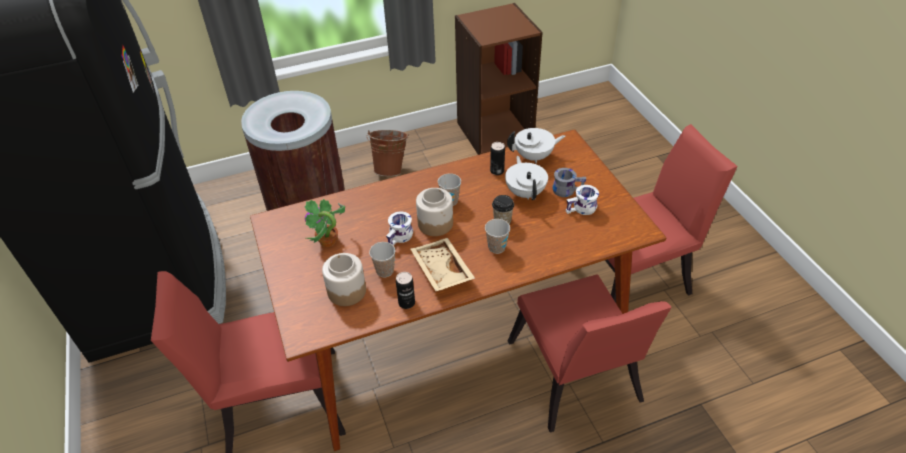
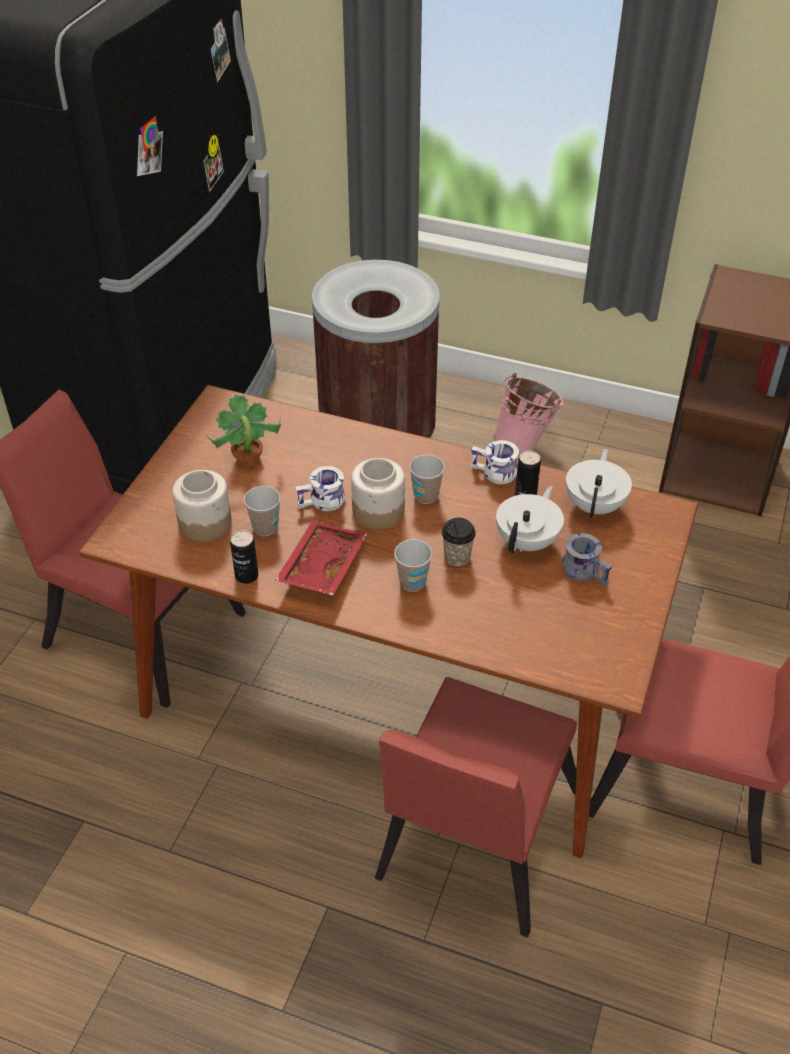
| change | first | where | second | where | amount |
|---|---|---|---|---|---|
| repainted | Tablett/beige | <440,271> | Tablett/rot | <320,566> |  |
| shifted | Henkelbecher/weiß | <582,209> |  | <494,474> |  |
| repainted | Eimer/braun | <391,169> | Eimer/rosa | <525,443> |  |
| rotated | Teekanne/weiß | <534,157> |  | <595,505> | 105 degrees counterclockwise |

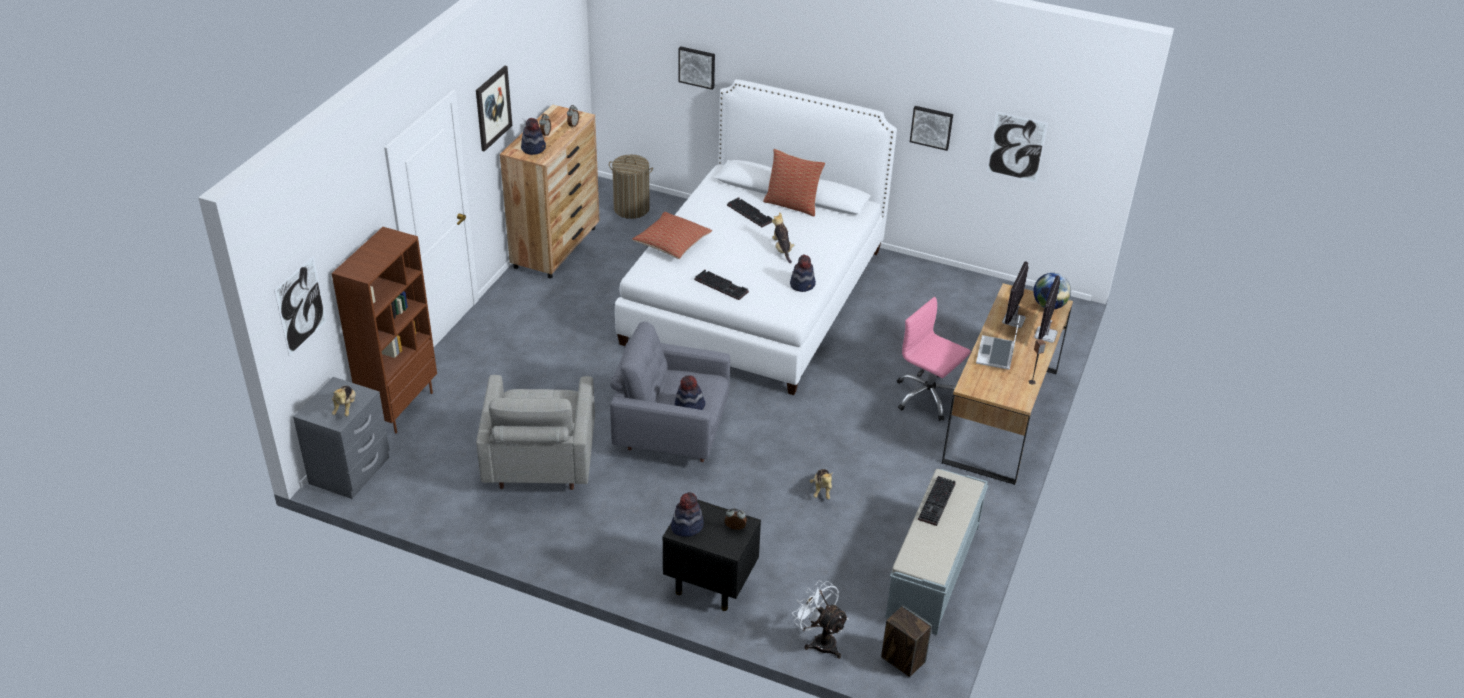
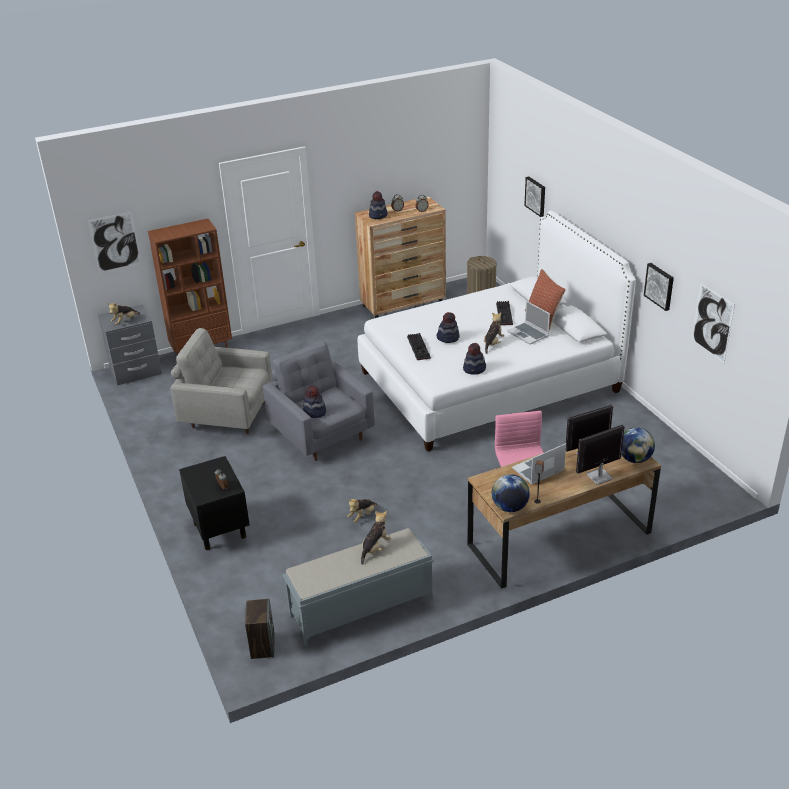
| change | first | where | second | where | amount |
|---|---|---|---|---|---|
| rotated | Sessel/grau | <539,463> |  | <227,414> | 60 degrees clockwise |
| swapped | Tastatur | <937,503> | Plüschtier | <375,548> |  |
| shifted | Hut | <687,526> |  | <448,338> |  |
| new |  |  | Globus | <509,507> |  |
| new |  |  | Laptop | <528,334> |  |
| gone | Bild | <493,108> |  |  |  |
| gone | Kissen | <672,243> |  |  |  |
| gone | Ventilator/weiß | <820,641> |  |  |  |

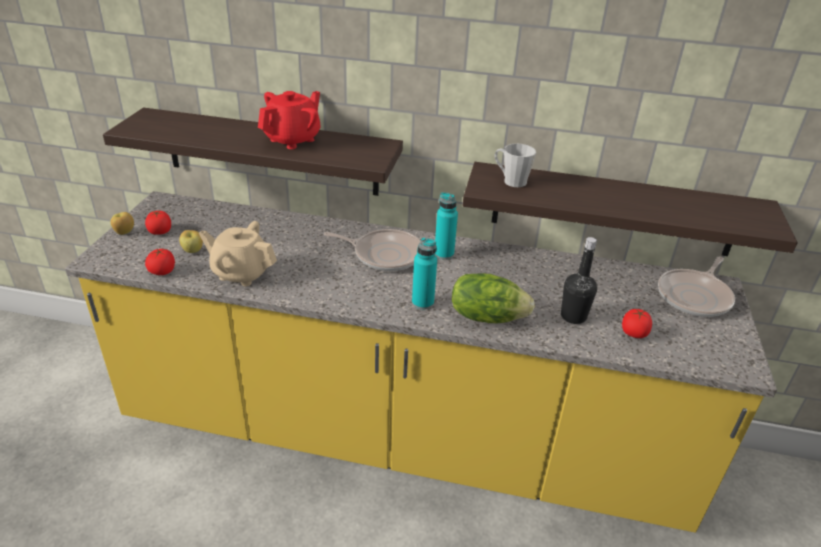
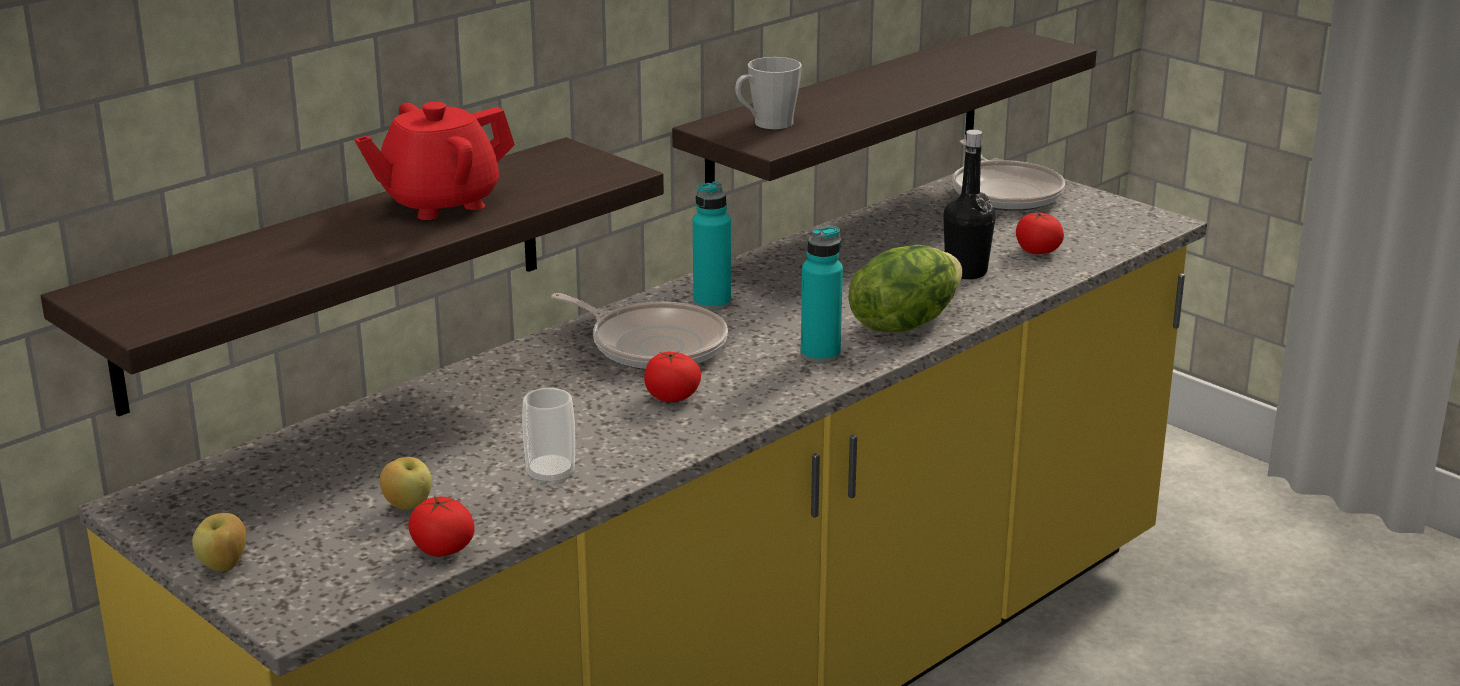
| change | first | where | second | where | amount |
|---|---|---|---|---|---|
| rotated | Teekanne/rot | <293,139> |  | <439,203> | 105 degrees counterclockwise |
| swapped | Teekanne/beige | <241,273> | Tasse | <550,475> |  |
| rotated | Pfanne | <384,254> |  | <653,345> | 75 degrees clockwise |
| shifted | Tomate | <160,232> |  | <672,397> |  |

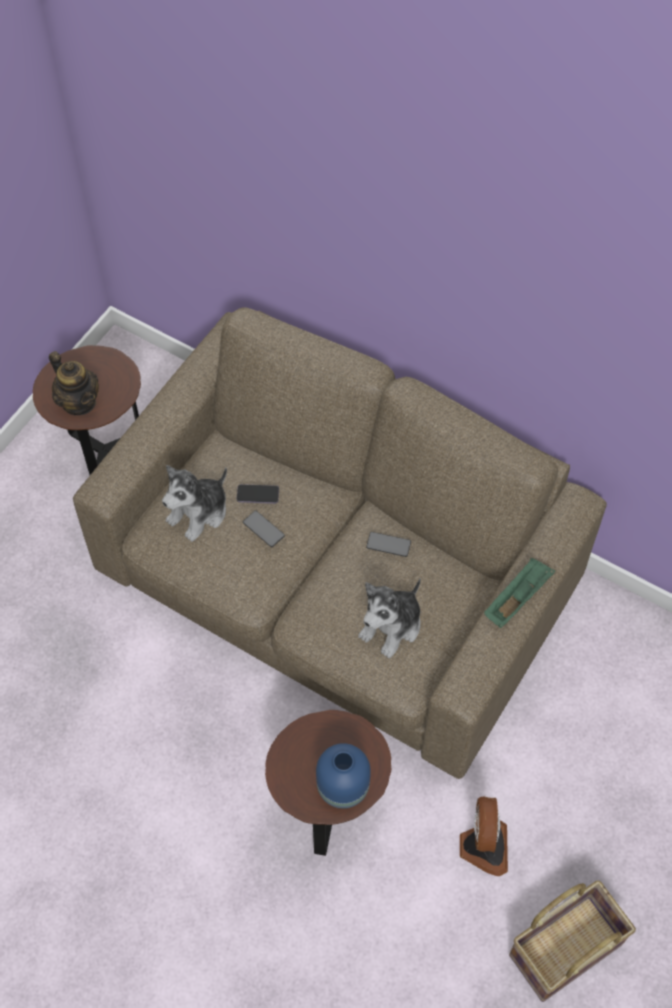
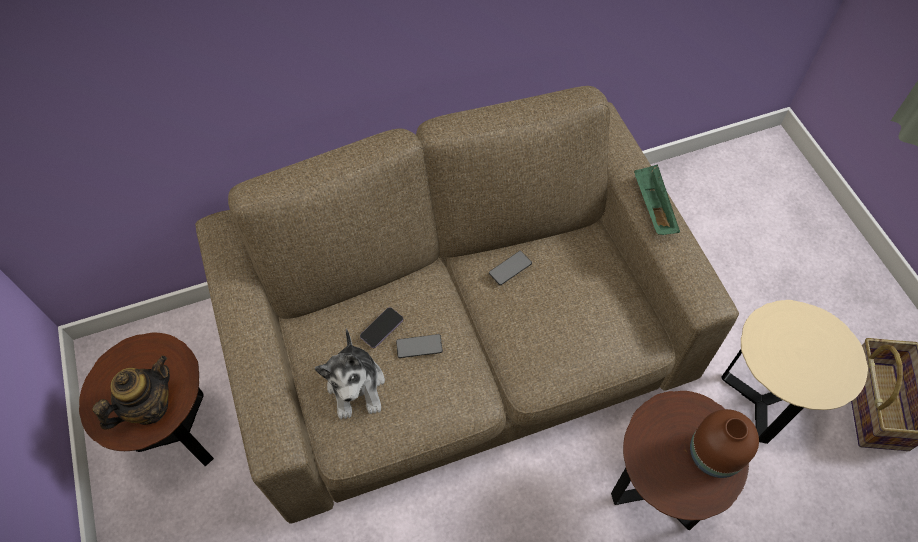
| change | first | where | second | where | amount |
|---|---|---|---|---|---|
| rotated | Teekanne | <79,402> |  | <149,407> | 45 degrees counterclockwise |
| repainted | Vase/blau | <342,785> | Vase/braun | <712,454> |  |
| swapped | Ventilator | <483,847> | Beistelltisch/beige | <760,402> |  |
| gone | Plüschtier | <392,626> |  |  |  |

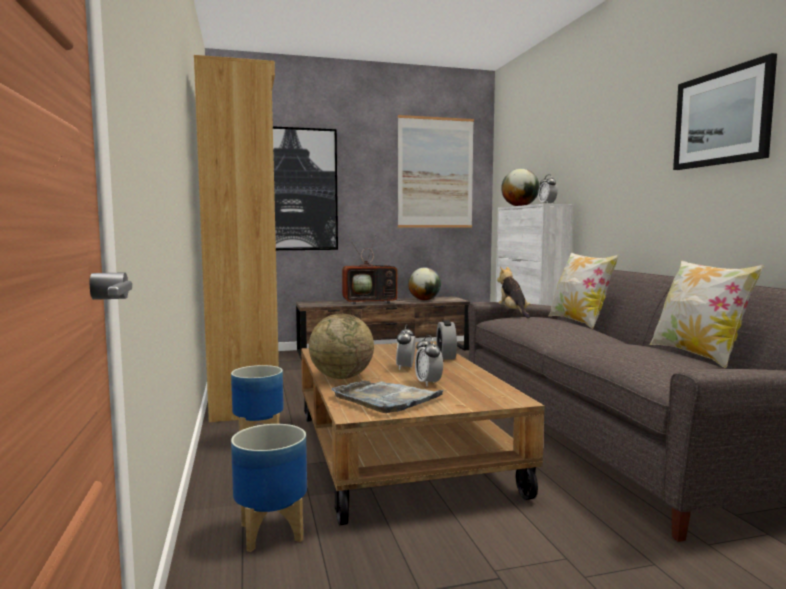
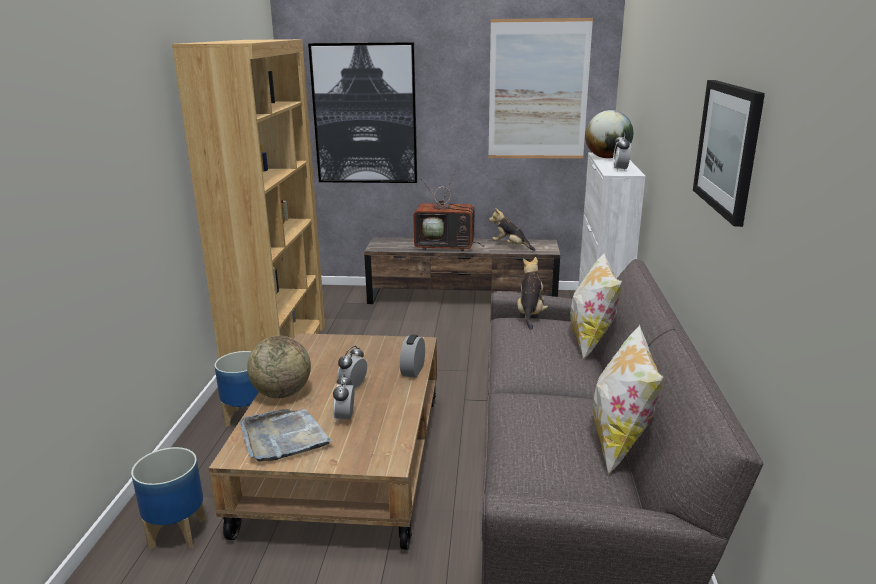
| change | first | where | second | where | amount |
|---|---|---|---|---|---|
| swapped | Globus | <424,300> | Plüschtier | <511,246> |  |

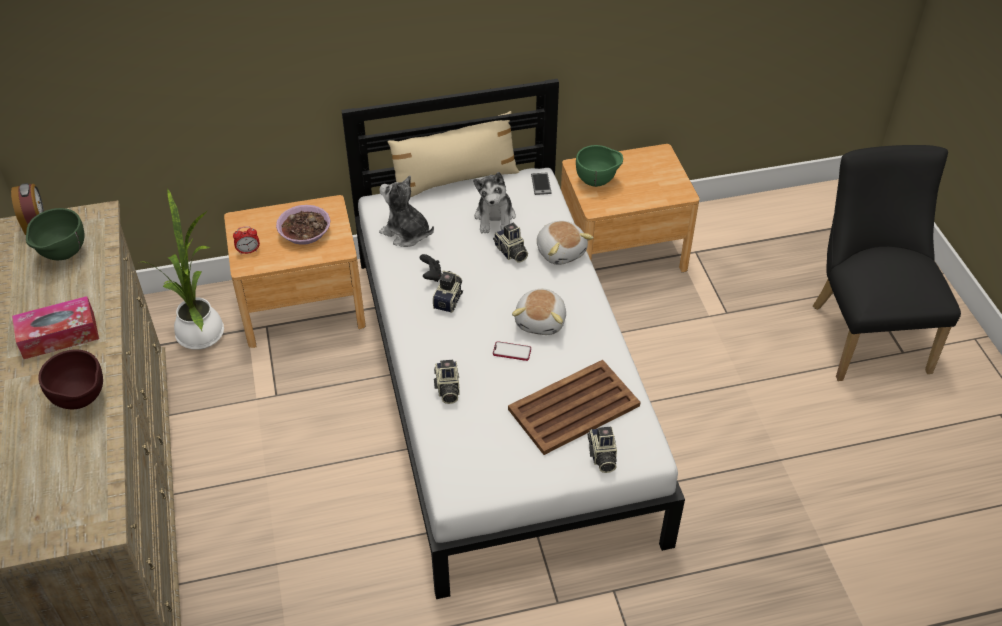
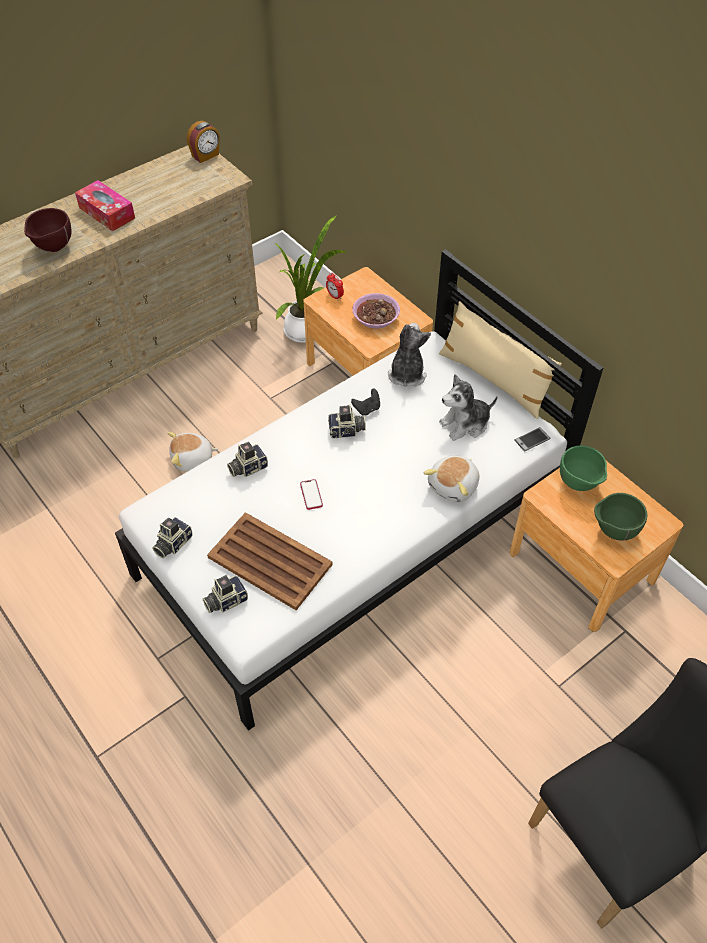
| change | first | where | second | where | amount |
|---|---|---|---|---|---|
| shifted | Kamera | <511,252> |  | <172,543> |  |
| shifted | Plüschtier | <541,321> |  | <192,459> |  |
| shifted | Schüssel/grün | <62,256> |  | <613,531> |  |

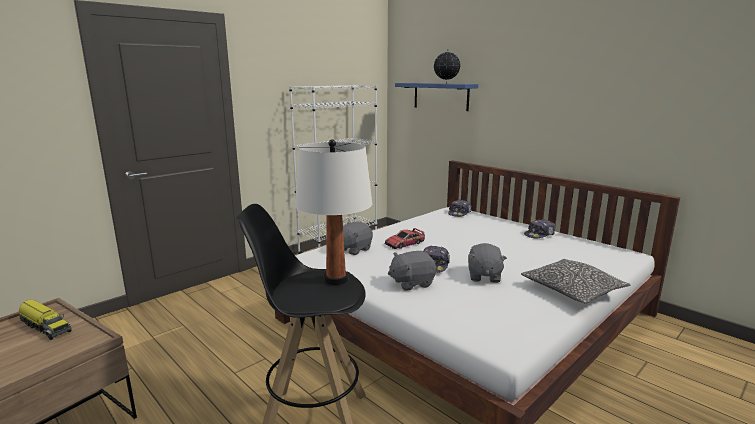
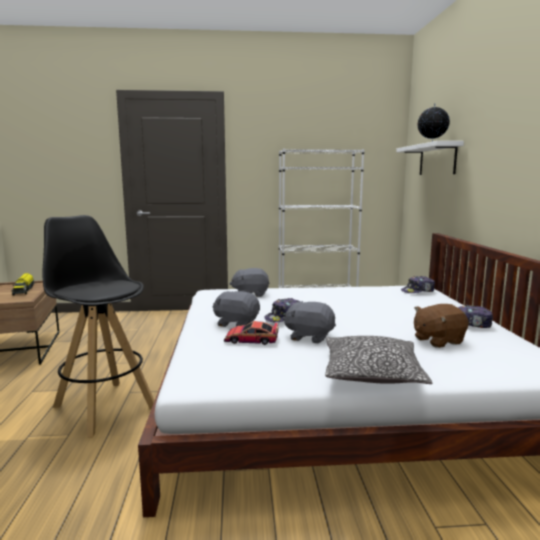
| change | first | where | second | where | amount |
|---|---|---|---|---|---|
| shifted | Spielzeugauto | <404,243> |  | <251,340> |  |
| rotated | Plüschtier/grau | <484,276> |  | <309,337> | 60 degrees clockwise |
| repainted | Wandregal/blau | <440,96> | Wandregal/weiß | <437,159> |  |
| new |  |  | Plüschtier/braun | <437,340> |  |
| gone | Tischlampe/weiß | <336,279> |  |  |  |

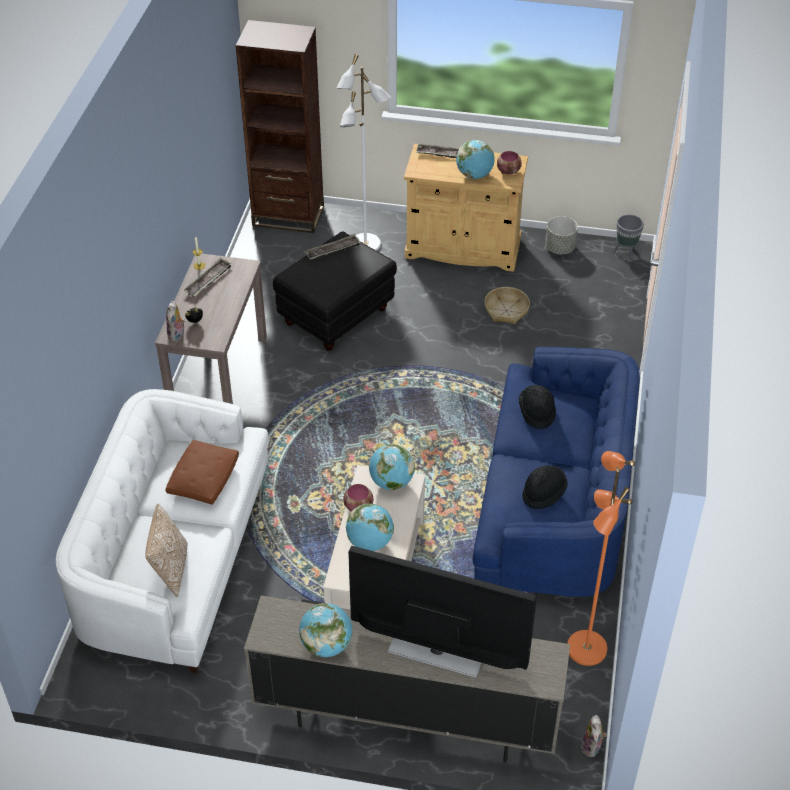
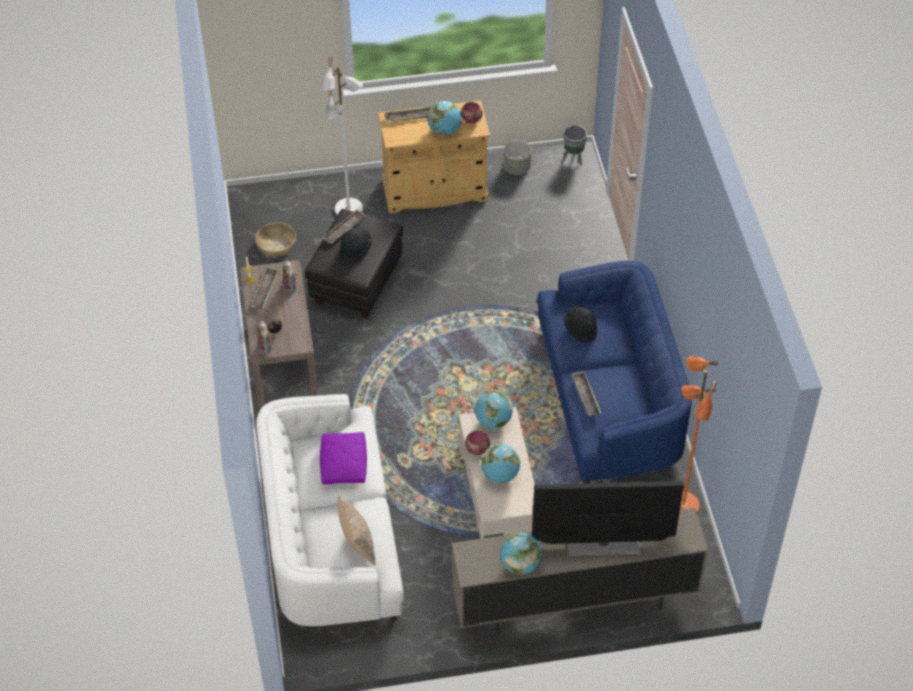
| change | first | where | second | where | amount |
|---|---|---|---|---|---|
| shifted | Korb | <506,311> |  | <276,244> |  |
| shifted | Plüschtier | <592,747> |  | <291,287> |  |
| repainted | Kissen/braun | <204,478> | Kissen/lila | <343,463> |  |
| shifted | Hut/schwarz | <543,493> |  | <355,250> |  |
| new |  |  | Tablett | <586,396> |  |
| gone | Bücherregal/braun | <288,216> |  |  |  |

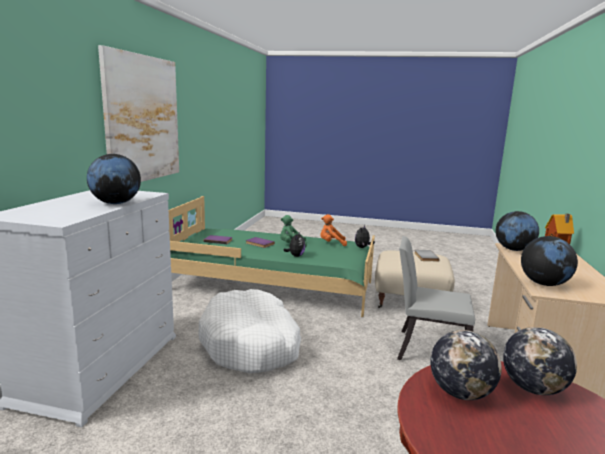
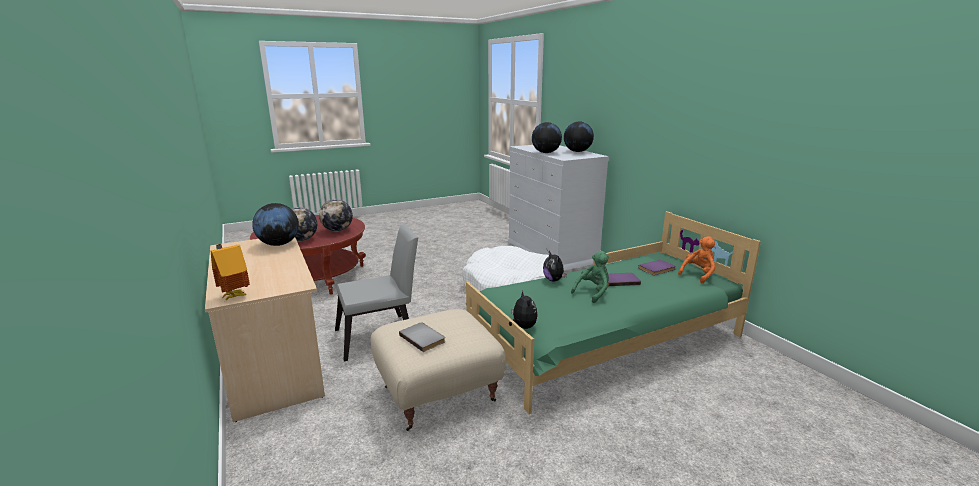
| change | first | where | second | where | amount |
|---|---|---|---|---|---|
| shifted | Globus | <513,249> |  | <577,151> |  |
| shifted | Plüschtier/orange | <331,244> |  | <698,274> |  |
| gone | Bild | <143,119> |  |  |  |

